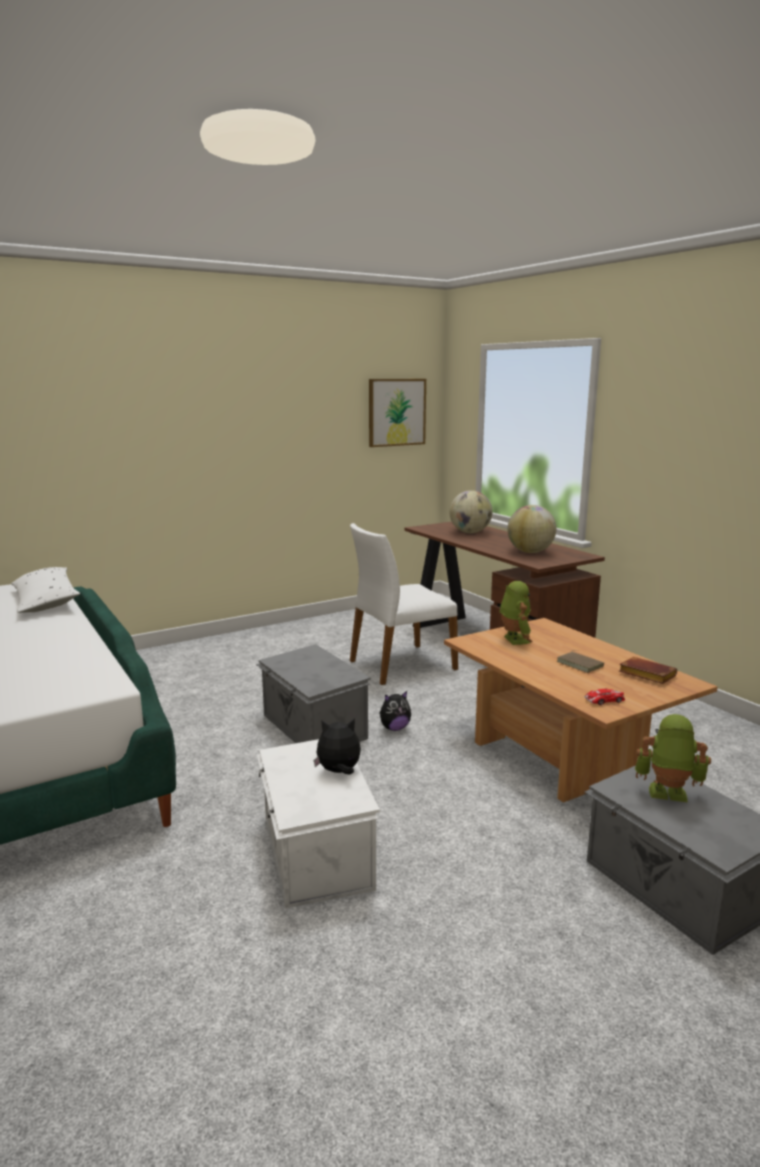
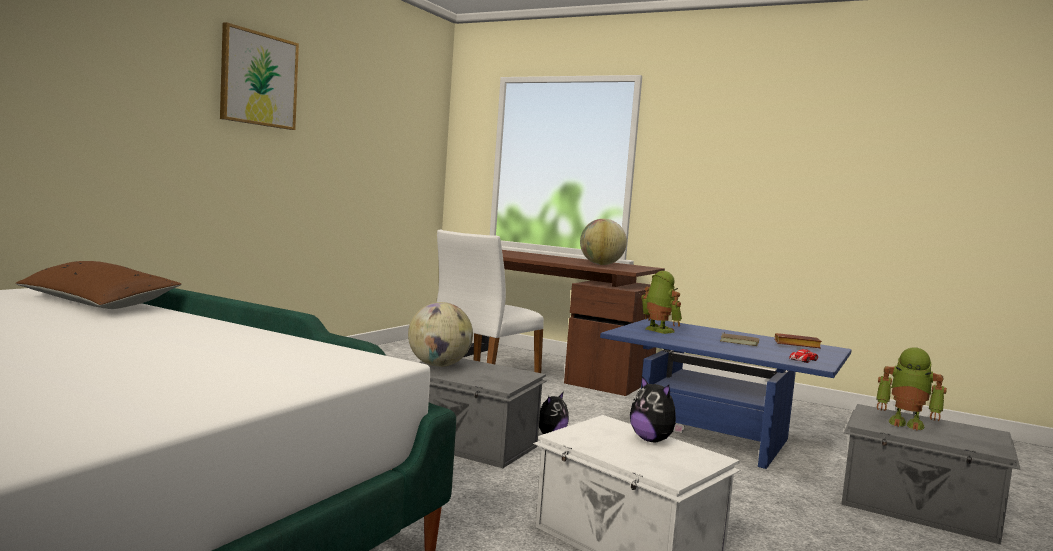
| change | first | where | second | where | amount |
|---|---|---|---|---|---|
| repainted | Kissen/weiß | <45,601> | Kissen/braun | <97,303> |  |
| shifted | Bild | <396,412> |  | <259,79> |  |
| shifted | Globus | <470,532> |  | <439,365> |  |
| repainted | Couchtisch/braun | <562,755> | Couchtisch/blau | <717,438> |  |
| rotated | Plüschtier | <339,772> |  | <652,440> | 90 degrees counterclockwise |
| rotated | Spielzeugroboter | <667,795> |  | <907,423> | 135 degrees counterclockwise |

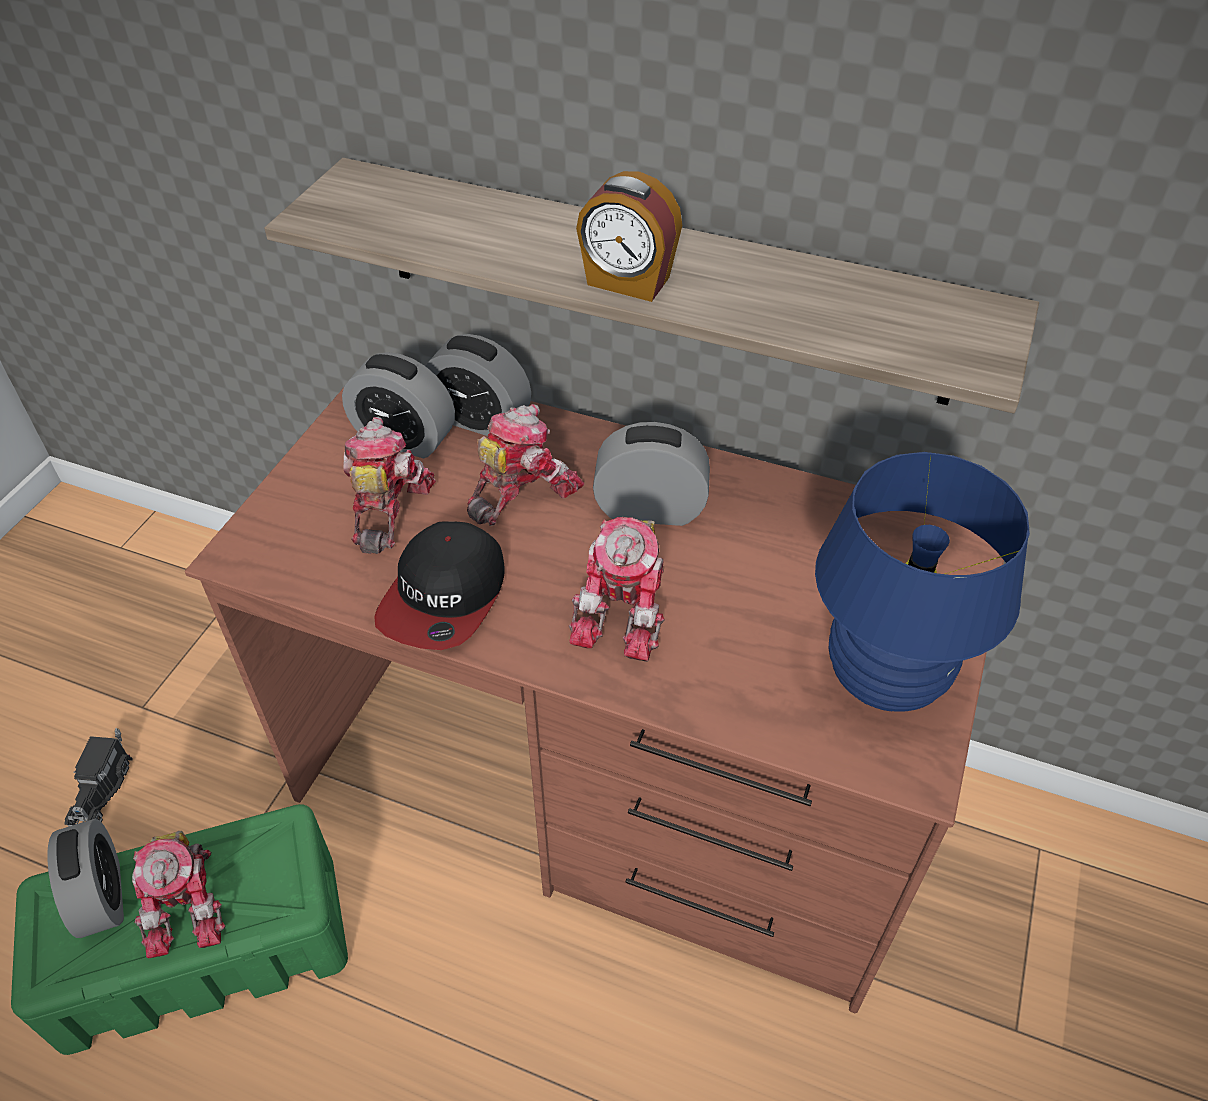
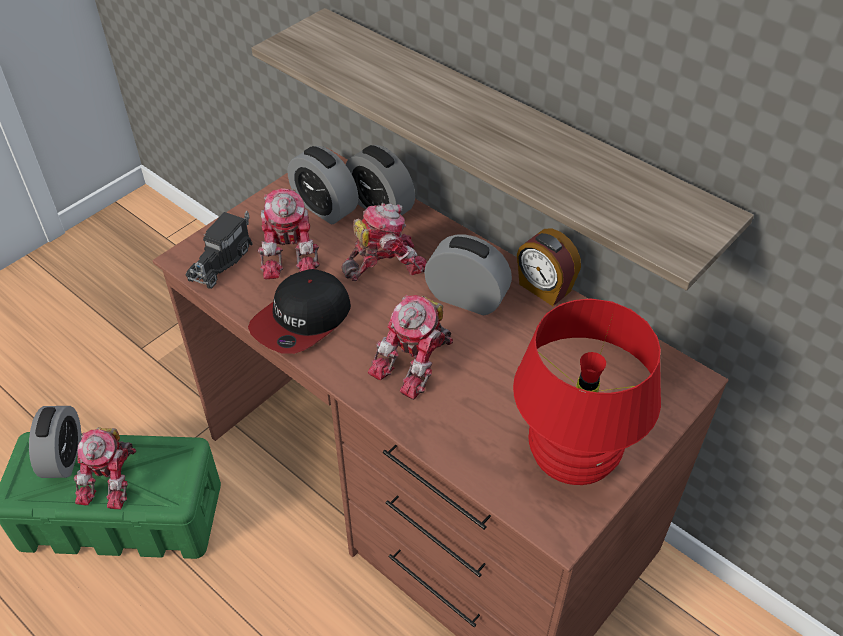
| change | first | where | second | where | amount |
|---|---|---|---|---|---|
| shifted | Spielzeuglaster | <102,788> |  | <222,260> |  |
| rotated | Spielzeugroboter | <386,508> |  | <291,252> | 150 degrees clockwise |
| repainted | Tischlampe/blau | <883,678> | Tischlampe/rot | <571,459> |  |
| shifted | Wecker | <627,282> |  | <544,288> |  |

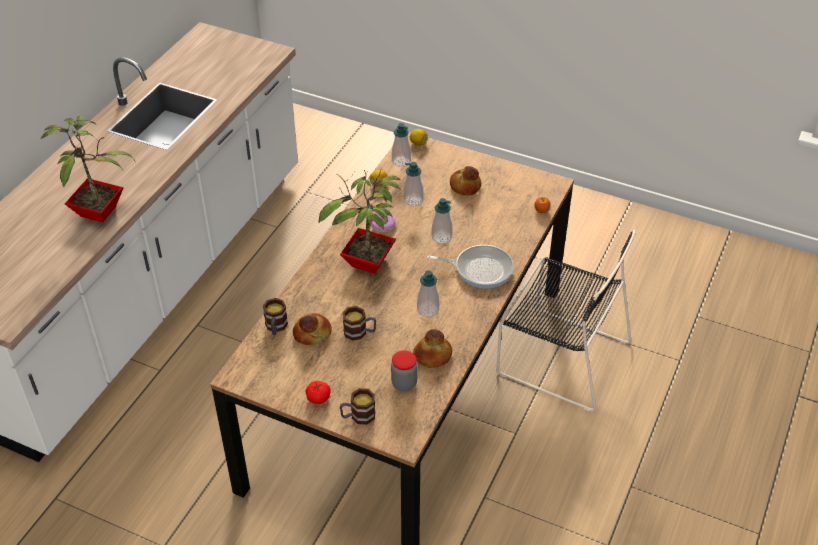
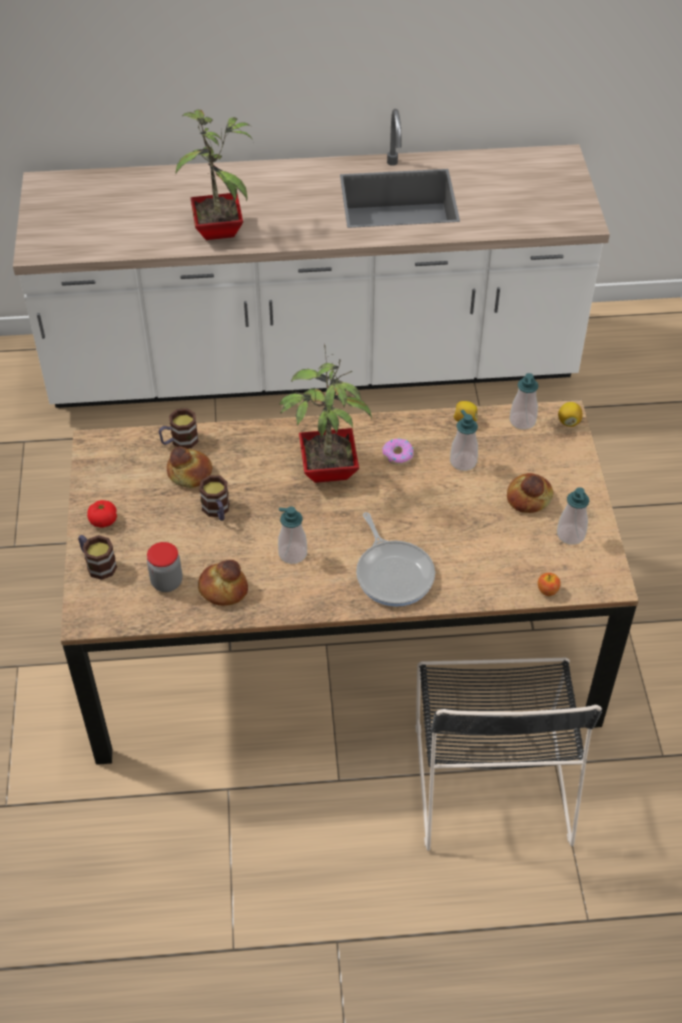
| change | first | where | second | where | amount |
|---|---|---|---|---|---|
| shifted | Seifenspender | <441,237> |  | <570,534> |  |

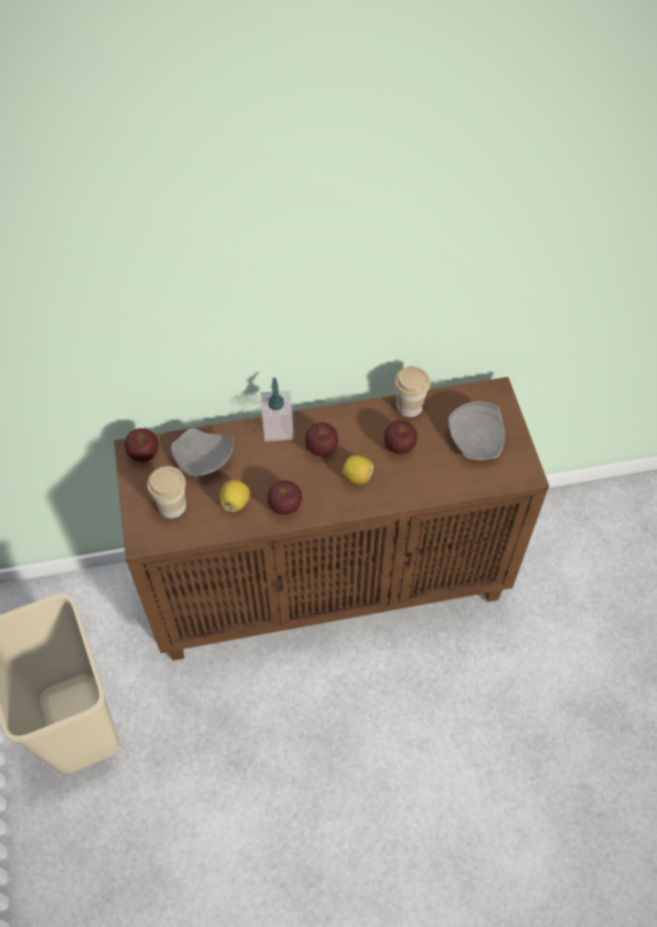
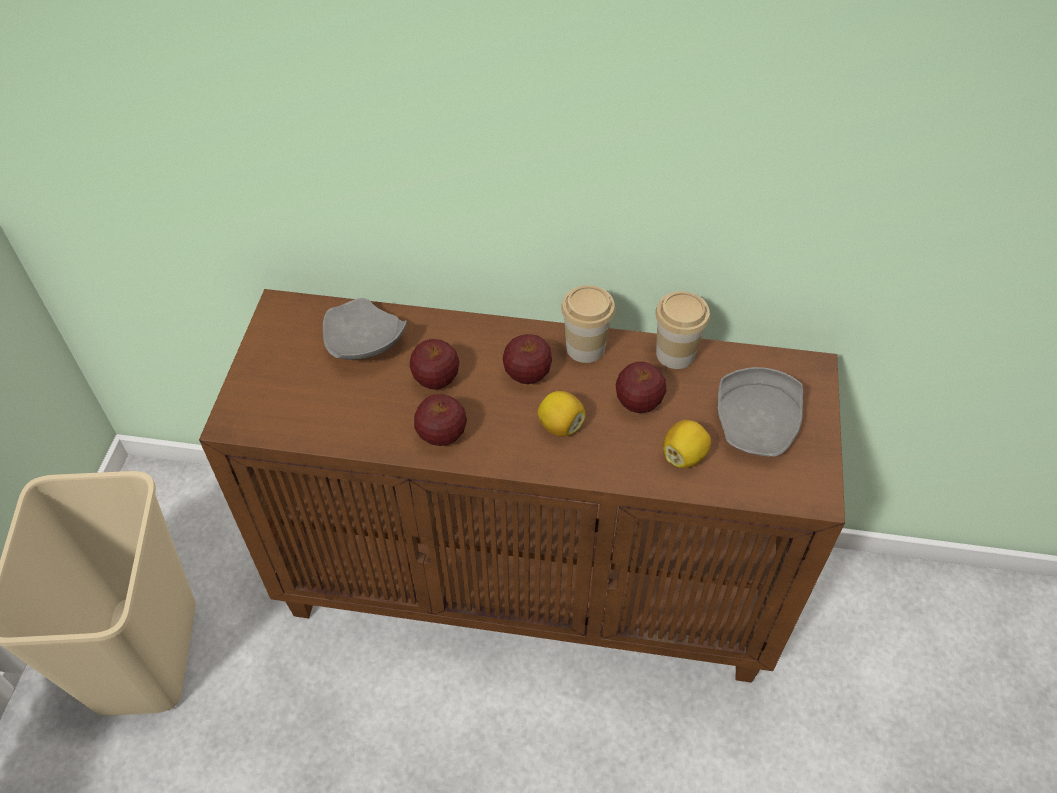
| change | first | where | second | where | amount |
|---|---|---|---|---|---|
| shifted | Apfel | <144,454> |  | <435,379> |  |
| shifted | Tasse | <172,506> |  | <585,348> |  |
| shifted | Zitrone | <235,502> |  | <684,455> |  |
| gone | Seifenspender | <278,428> |  |  |  |

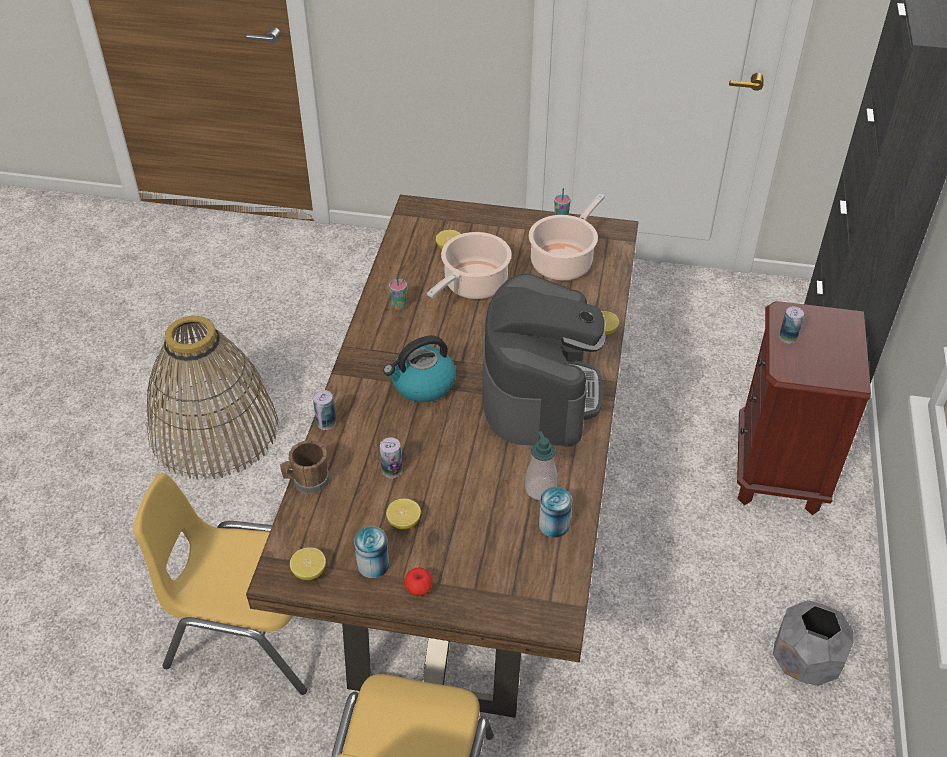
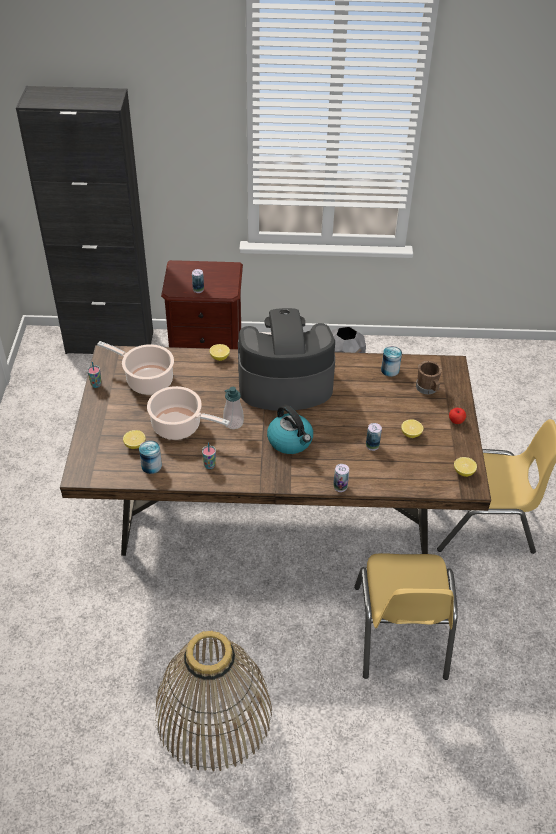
| change | first | where | second | where | amount |
|---|---|---|---|---|---|
| shifted | Dose | <373,564> |  | <151,466> |  |
| shifted | Seifenspender | <540,489> |  | <233,422> |  |
| shifted | Henkelbecher/braun | <307,481> |  | <428,389> |  |

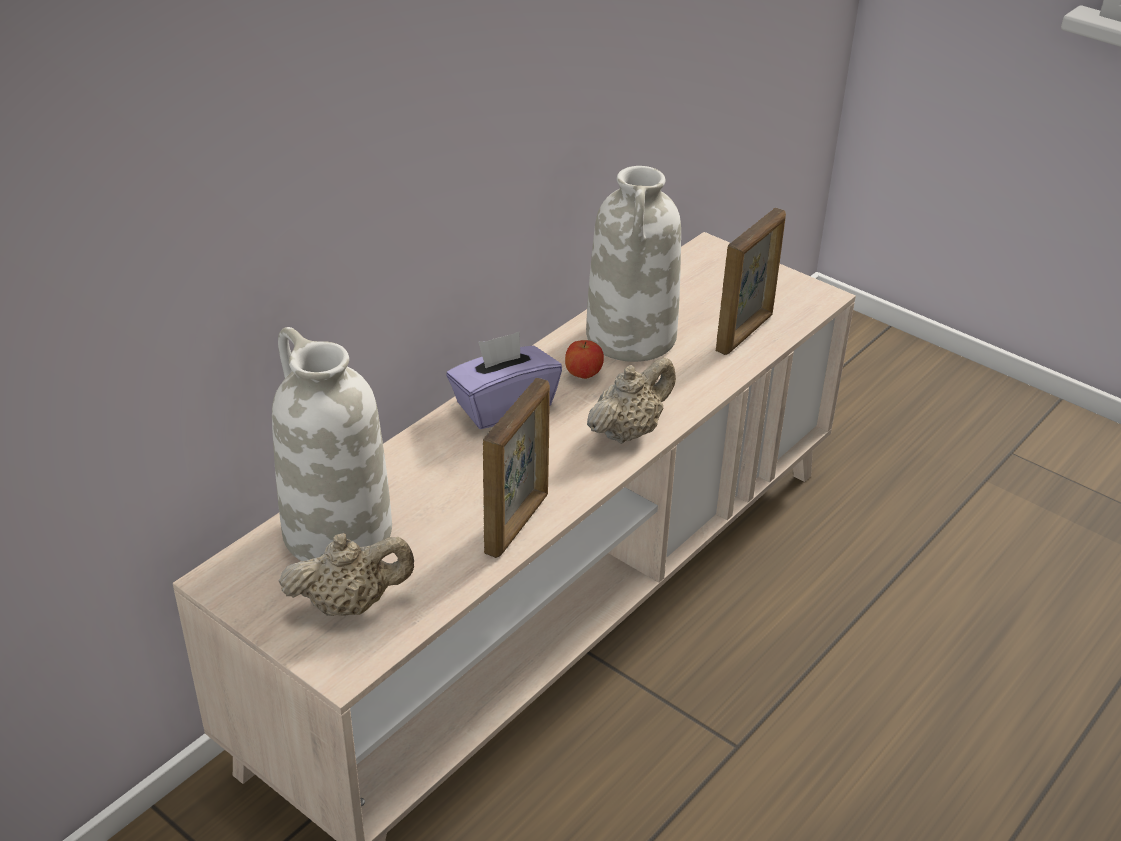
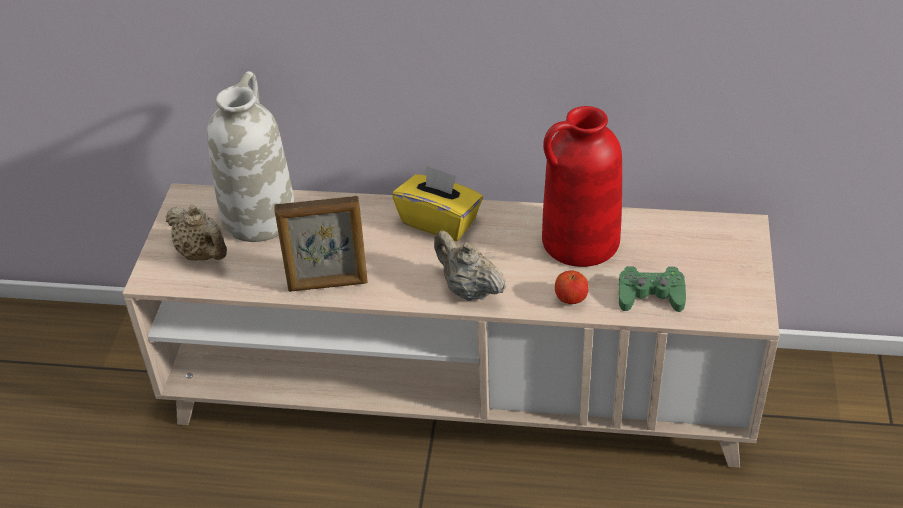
| change | first | where | second | where | amount |
|---|---|---|---|---|---|
| repainted | Taschentuchbox/lila | <503,406> | Taschentuchbox/gelb | <439,221> |  |
| rotated | Teekanne/beige | <628,431> |  | <468,290> | 150 degrees counterclockwise |
| repainted | Vase/weiß | <632,337> | Vase/rot | <580,242> |  |
| shifted | Apfel | <583,375> |  | <571,299> |  |
| swapped | Bilderrahmen | <745,333> | Gamepad/grün | <650,295> |  |

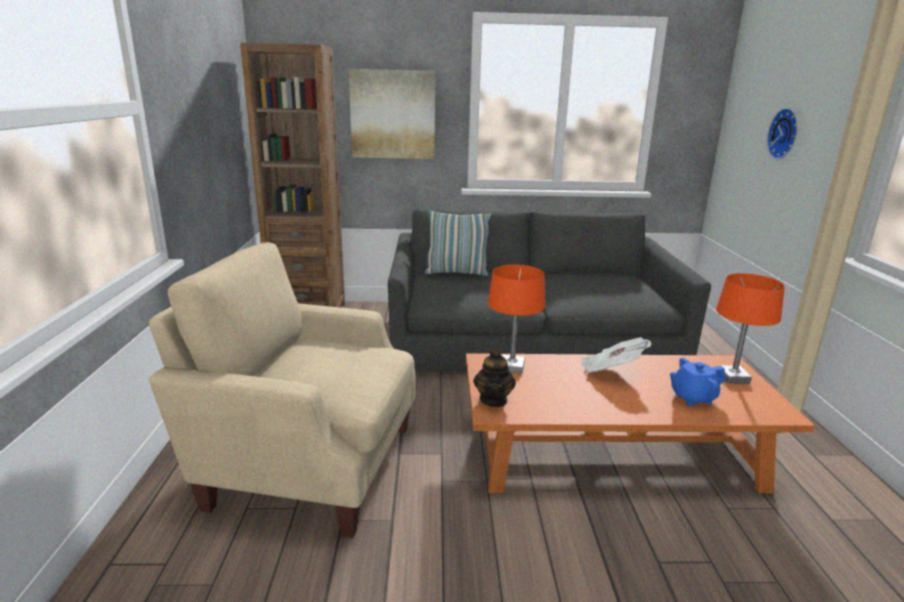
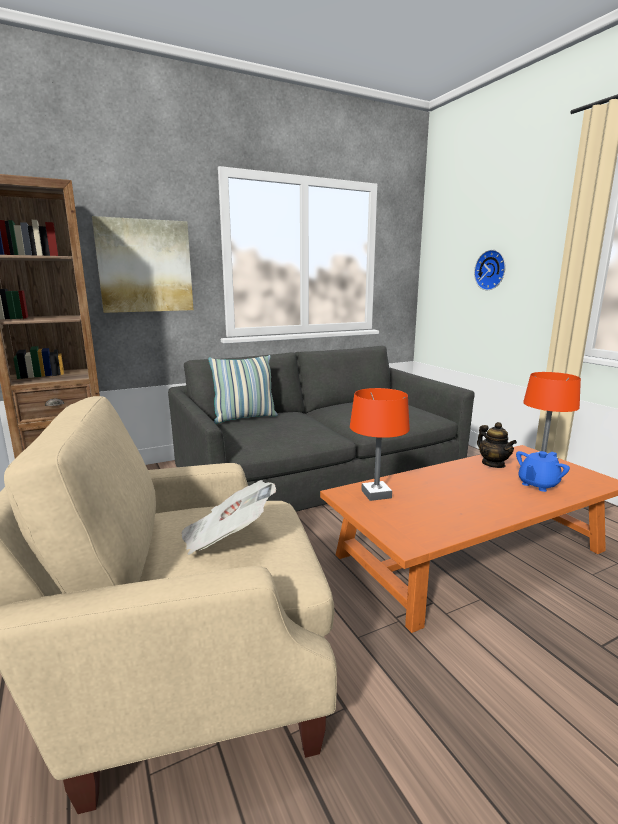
| change | first | where | second | where | amount |
|---|---|---|---|---|---|
| shifted | Zeitung | <611,370> |  | <226,538> |  |
| shifted | Teekanne | <494,400> |  | <493,464> |  |

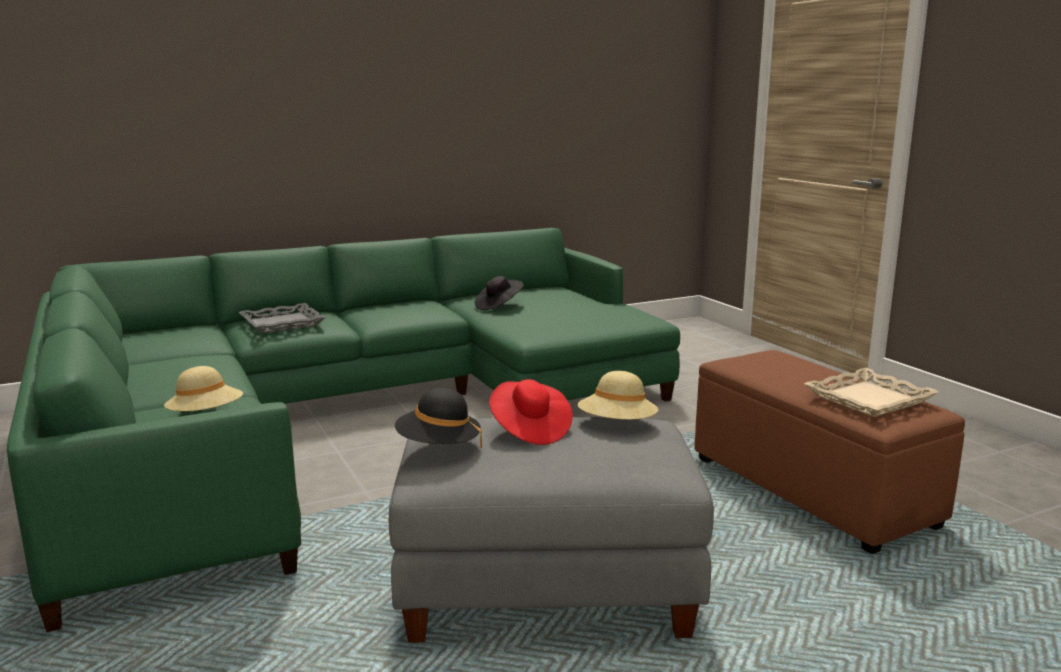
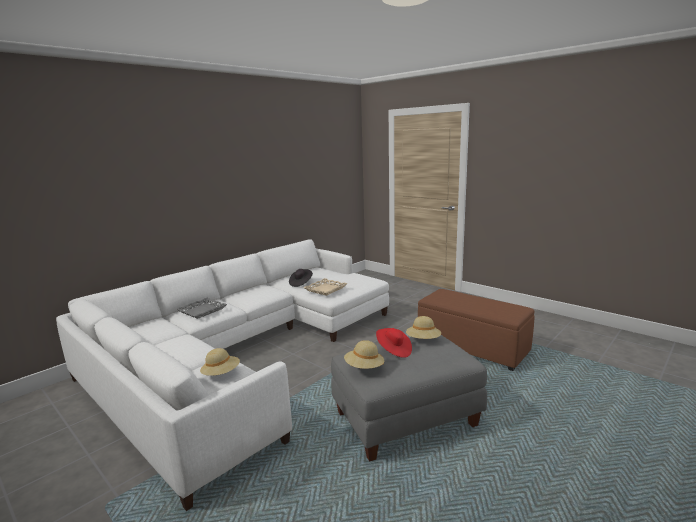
| change | first | where | second | where | amount |
|---|---|---|---|---|---|
| repainted | Sofa/grün | <348,416> | Sofa/weiß | <243,352> |  |
| shifted | Tablett/beige | <869,400> |  | <325,289> |  |
| repainted | Hut/schwarz | <438,447> | Hut/beige | <364,368> |  |

